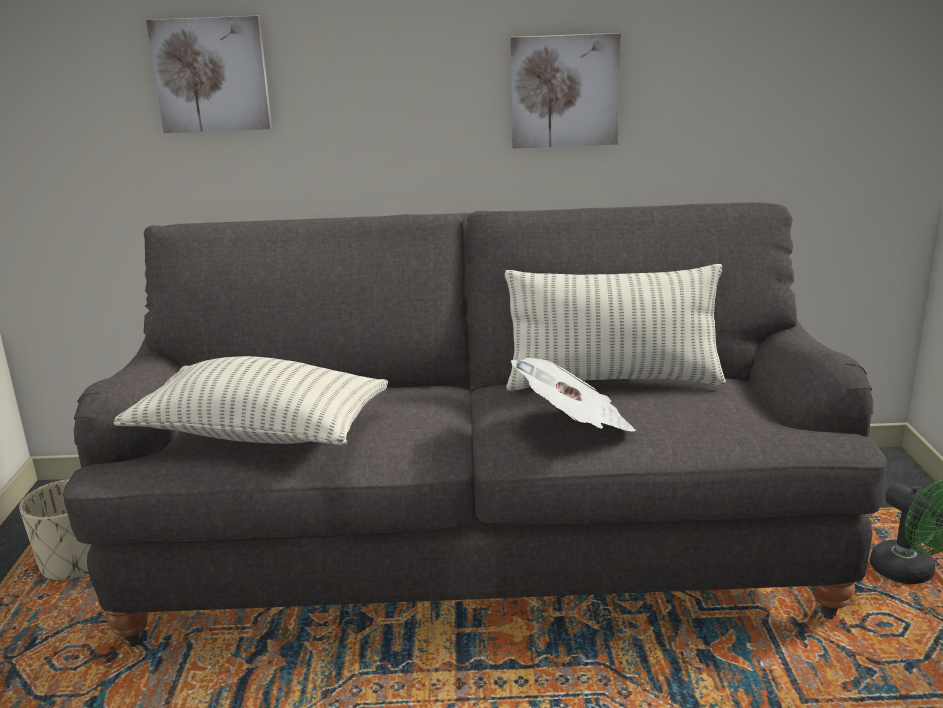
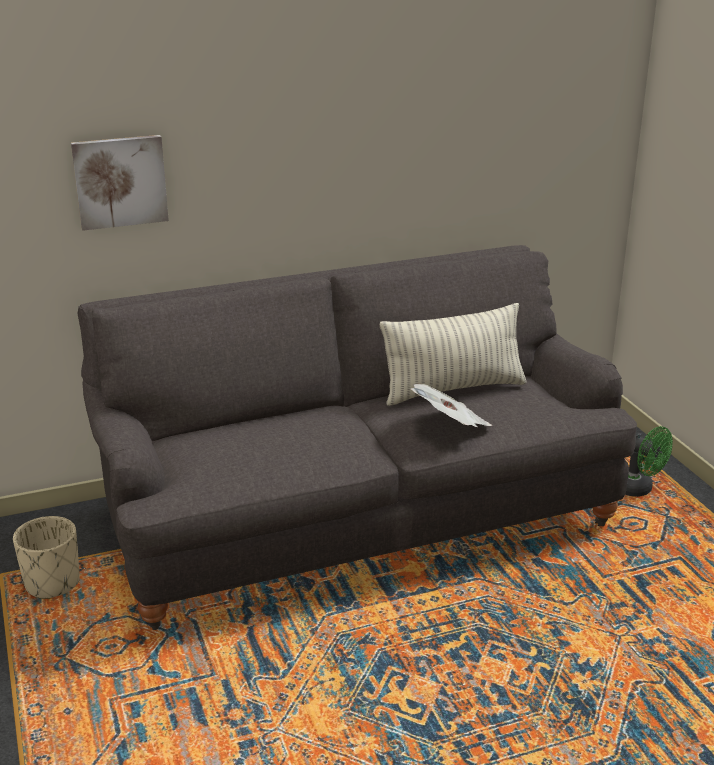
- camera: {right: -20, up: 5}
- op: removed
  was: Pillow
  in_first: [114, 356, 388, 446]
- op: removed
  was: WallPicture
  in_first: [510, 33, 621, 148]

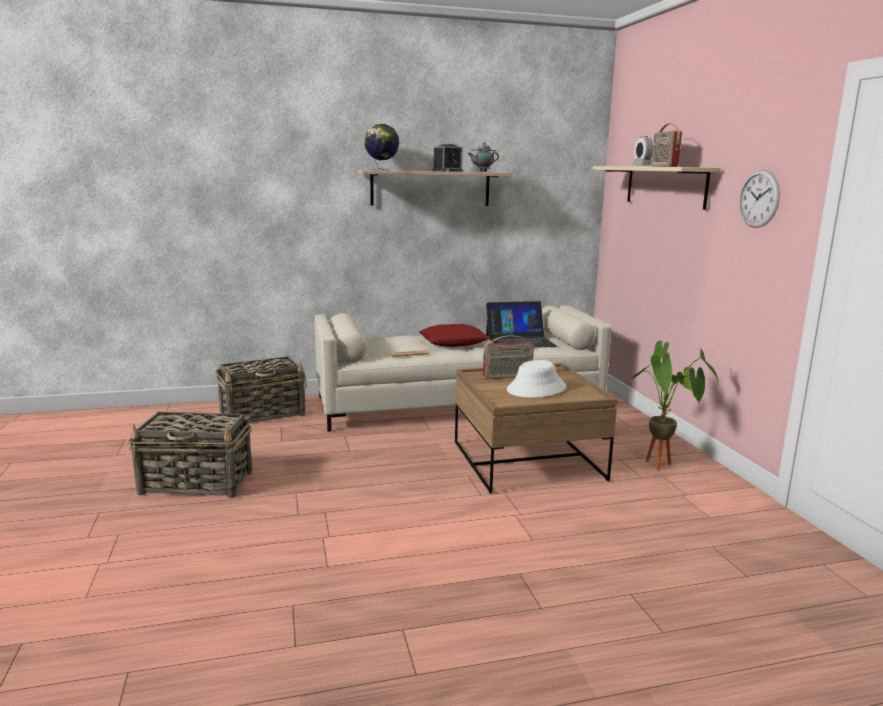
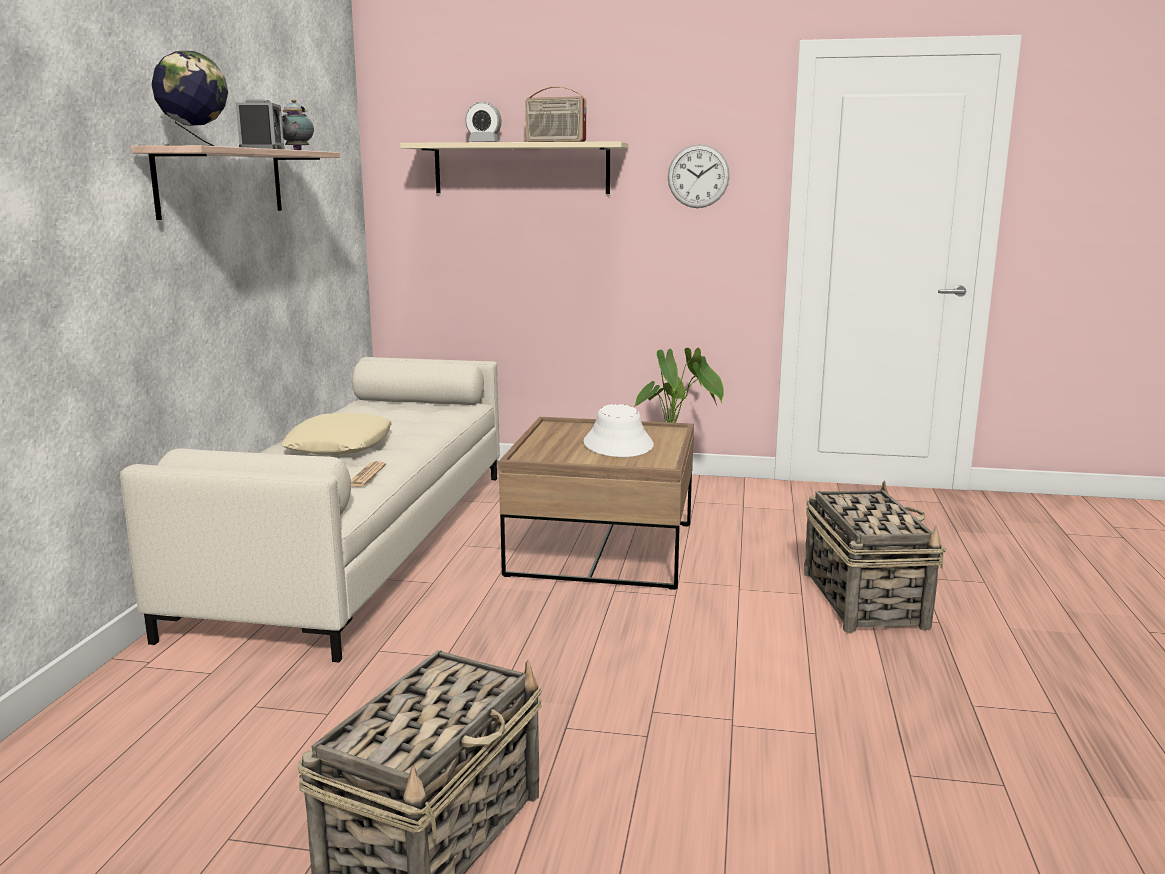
- camera: {right: -65, up: 0}
- op: removed
  was: RadioReceiver
  in_first: [483, 335, 534, 379]
- op: removed
  was: NotebookComputer
  in_first: [486, 301, 557, 348]
- op: moved
  was: Basket
  in_first: [216, 356, 307, 423]
  in_second: [804, 481, 946, 633]
- op: recoloured
  was: RedPillow
  now: BeigeColouredPillow
  in_first: [419, 324, 490, 347]
  in_second: [281, 412, 392, 455]

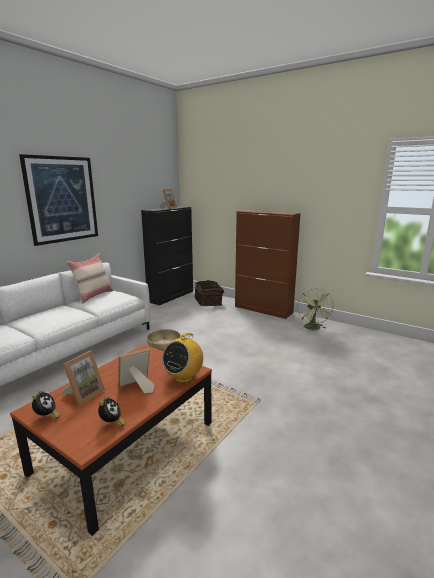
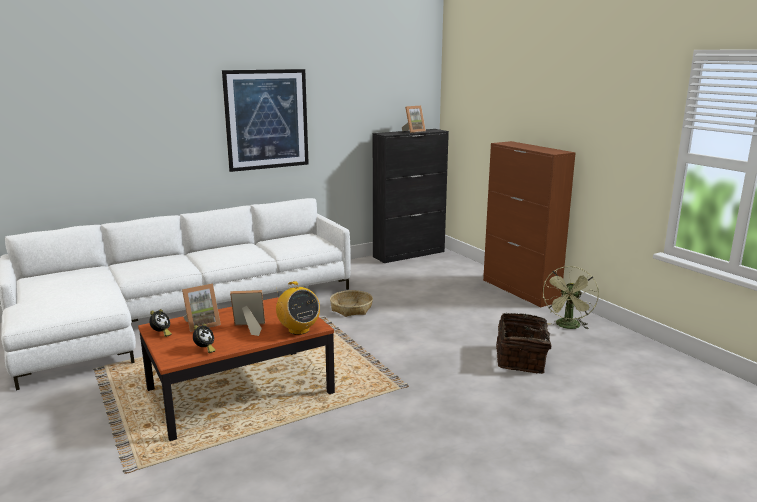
- camera: {right: 25, up: 0}
- op: removed
  was: BeigeColouredPillow
  in_first: [66, 253, 113, 303]
- op: moved
  was: Basket
  in_first: [195, 280, 224, 306]
  in_second: [496, 313, 559, 374]
- op: turned
  was: RadioReceiver
  in_first: [162, 333, 203, 383]
  in_second: [276, 281, 320, 335]
  clockwise: -90

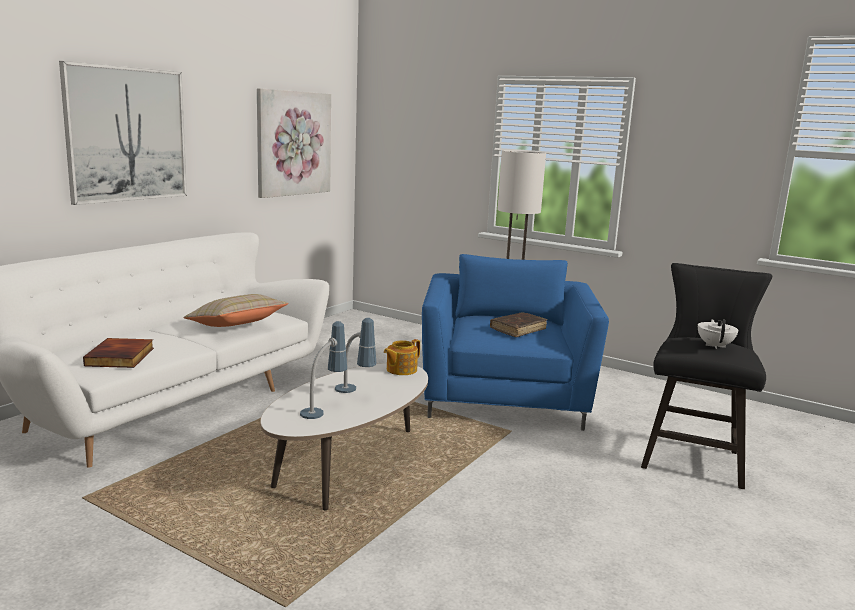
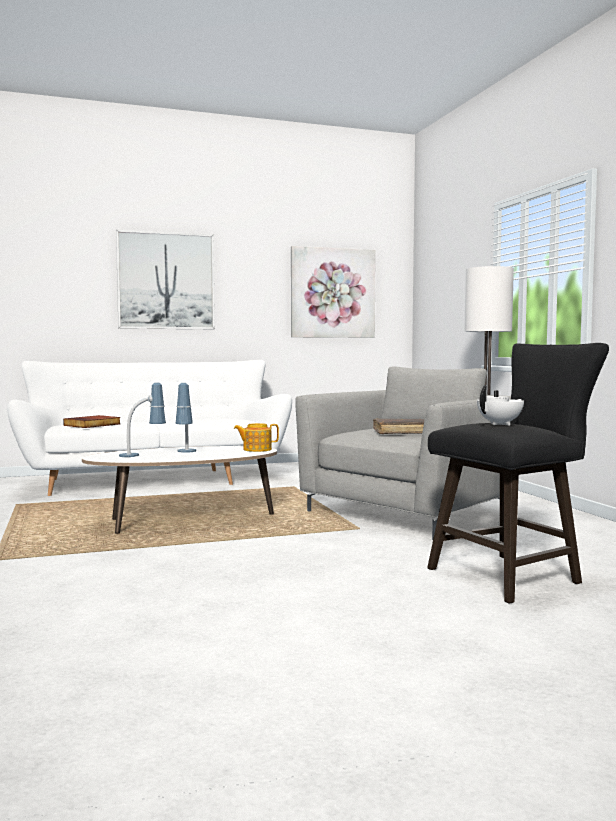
- camera: {right: 40, up: -10}
- op: removed
  was: BeigeColouredPillow
  in_first: [184, 294, 289, 327]
- op: recoloured
  was: BluishEasyChair
  now: GreyishEasyChair
  in_first: [422, 254, 609, 431]
  in_second: [295, 366, 511, 540]

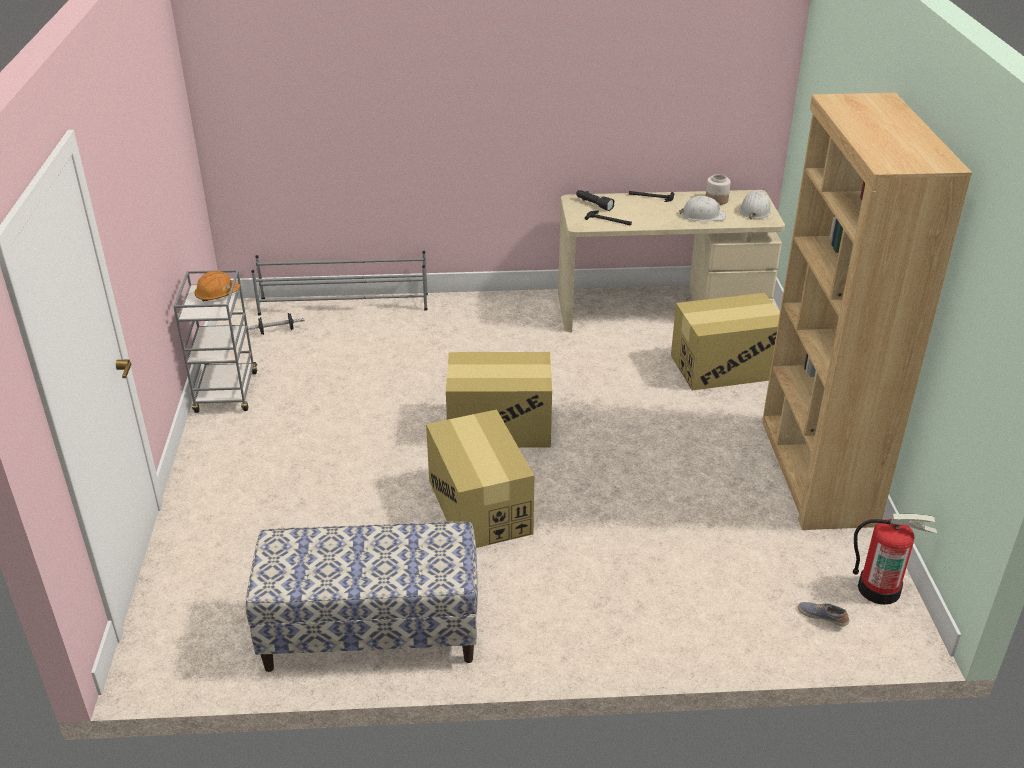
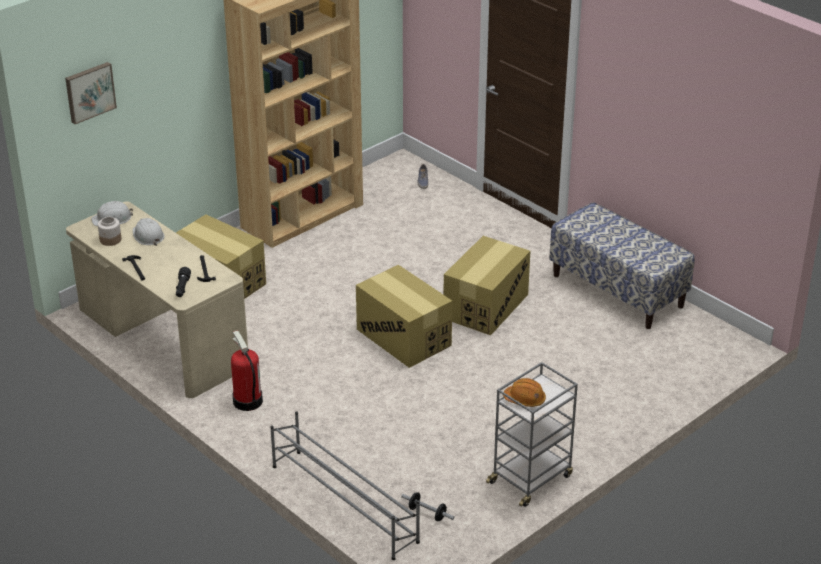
- camera: {right: -130, up: 0}
- op: added
  now: WallPicture
  in_second: [65, 62, 117, 124]
- op: moved
  was: Extinguisher
  in_first: [853, 514, 937, 605]
  in_second: [231, 331, 263, 411]

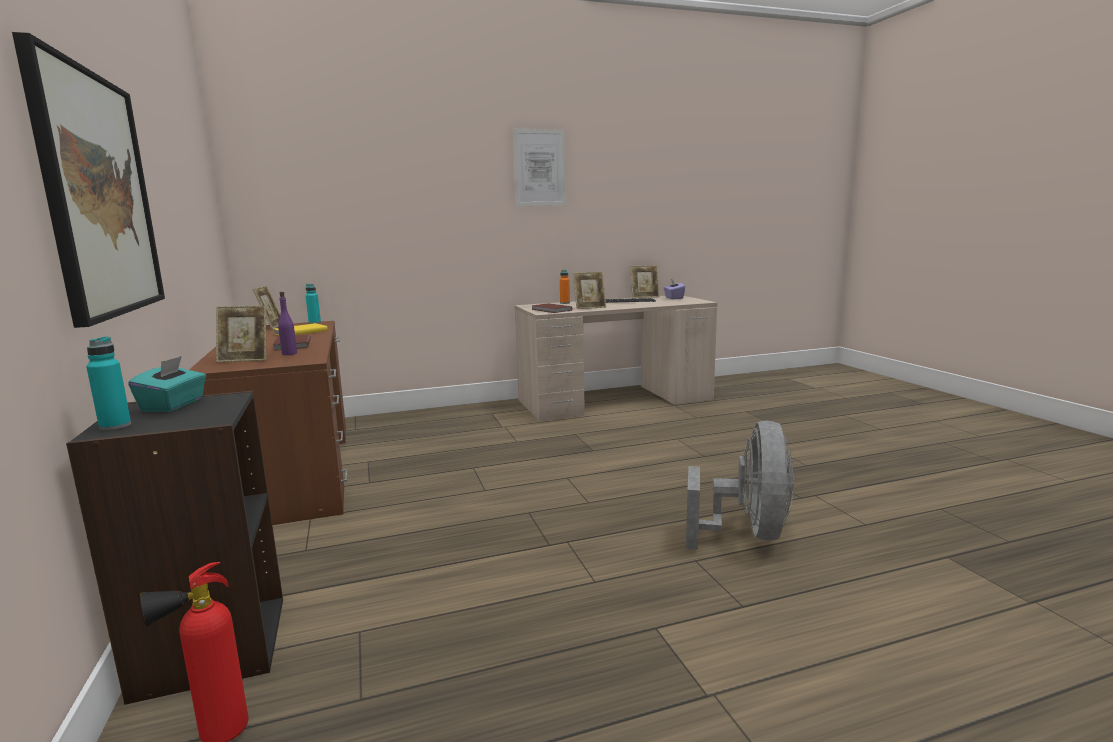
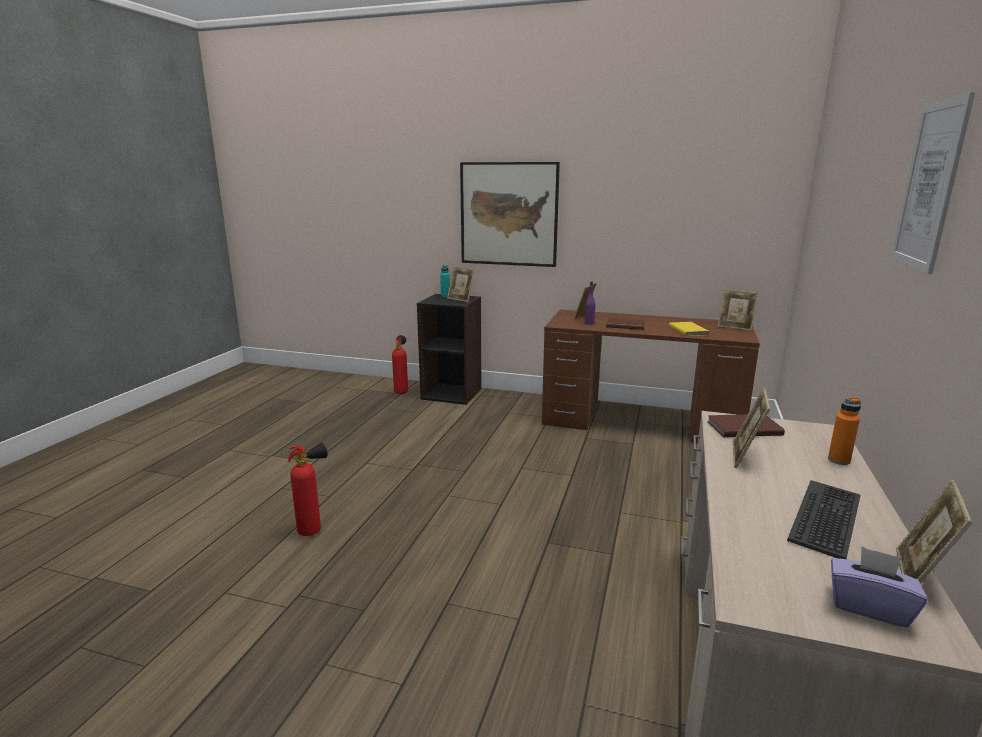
- camera: {right: 125, up: 5}
- op: removed
  was: TurquoiseColouredDrinkBottle
  in_first: [305, 284, 321, 324]
- op: replaced
  was: TurquoiseColouredBoxOfTissues
  now: PictureFrame
  in_first: [128, 356, 206, 412]
  in_second: [447, 266, 475, 302]
- op: replaced
  was: GreyishElectricFan
  now: Extinguisher
  in_first: [686, 421, 794, 550]
  in_second: [288, 442, 328, 536]

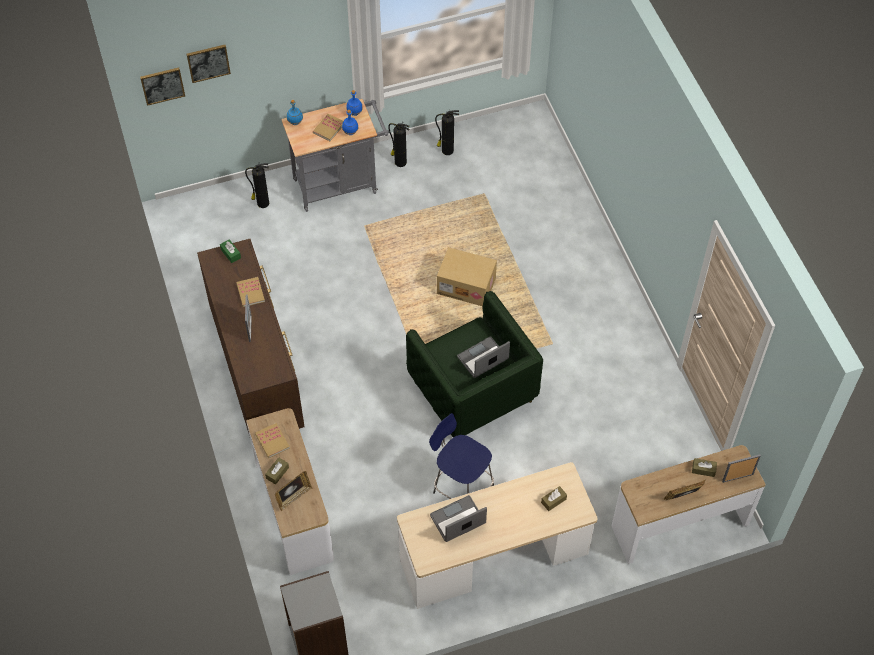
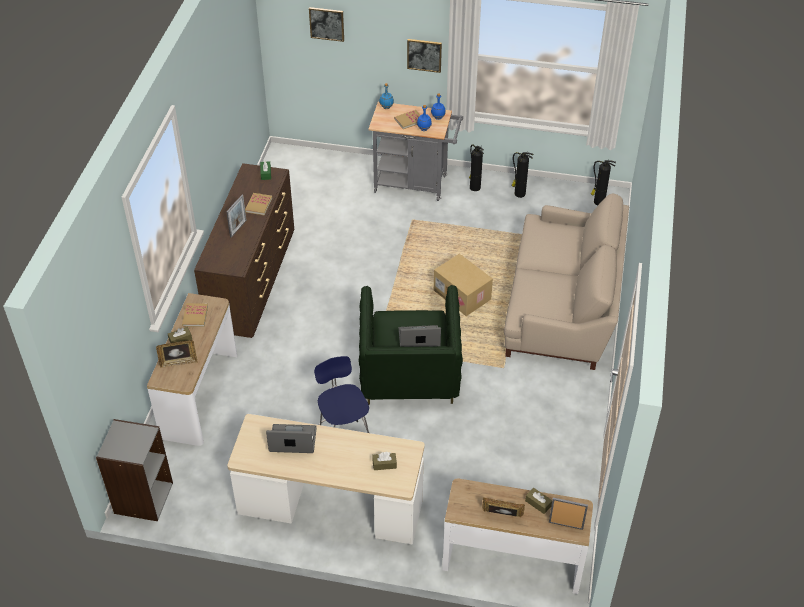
- camera: {right: 30, up: -10}
- op: added
  now: BeigeColouredSofa
  in_second: [504, 193, 629, 370]
- op: moved
  was: WallPicture
  in_first: [140, 67, 185, 106]
  in_second: [407, 39, 442, 73]
- op: moved
  was: Extinguisher
  in_first: [245, 163, 269, 208]
  in_second: [591, 159, 616, 206]

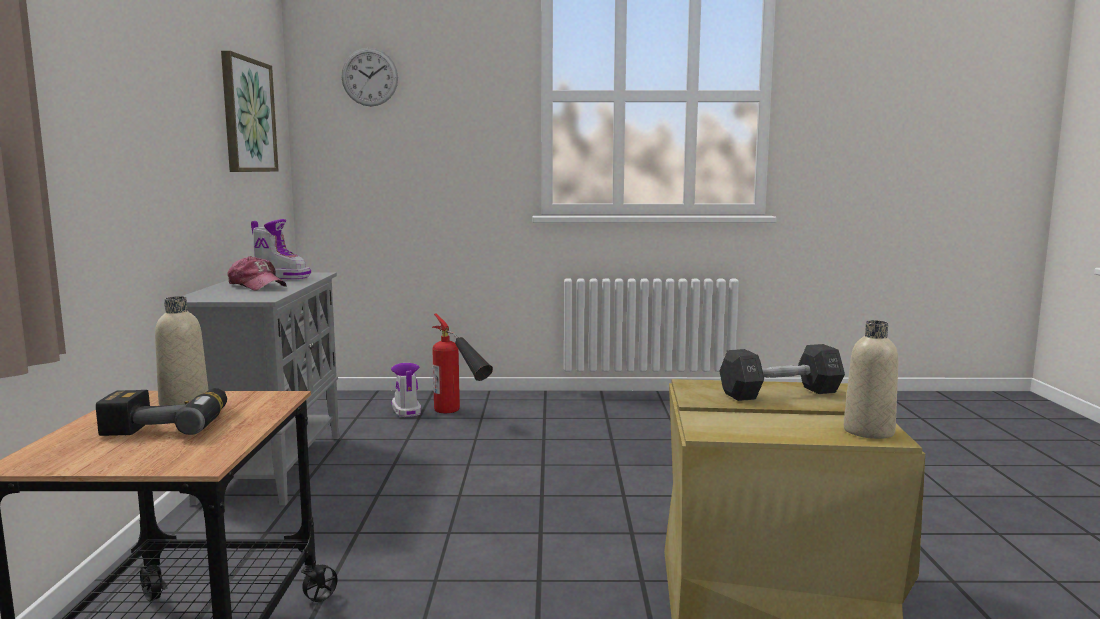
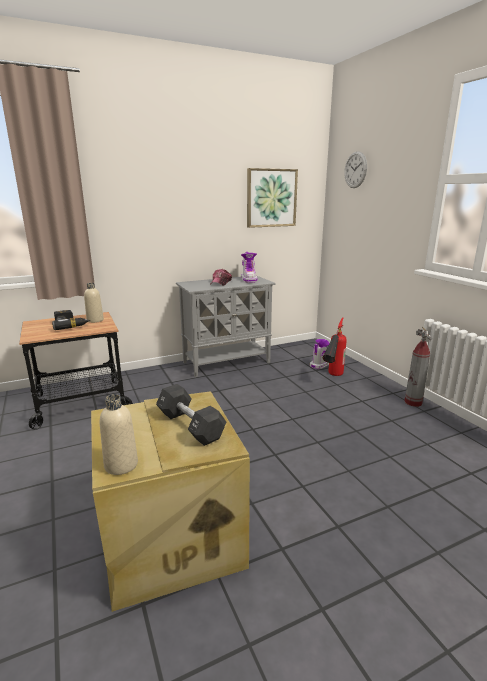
- camera: {right: 65, up: 10}
- op: added
  now: Extinguisher
  in_second: [405, 327, 432, 407]

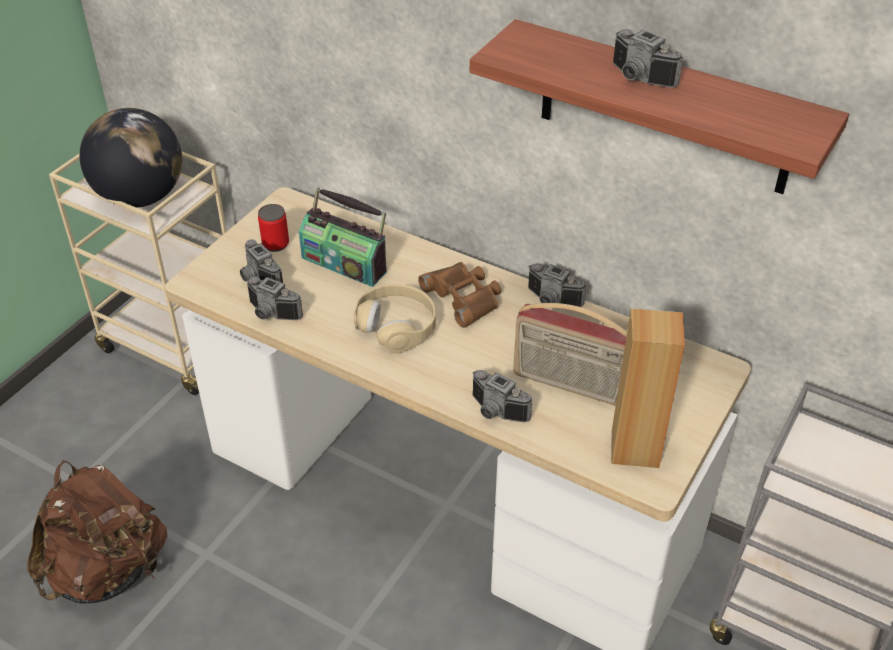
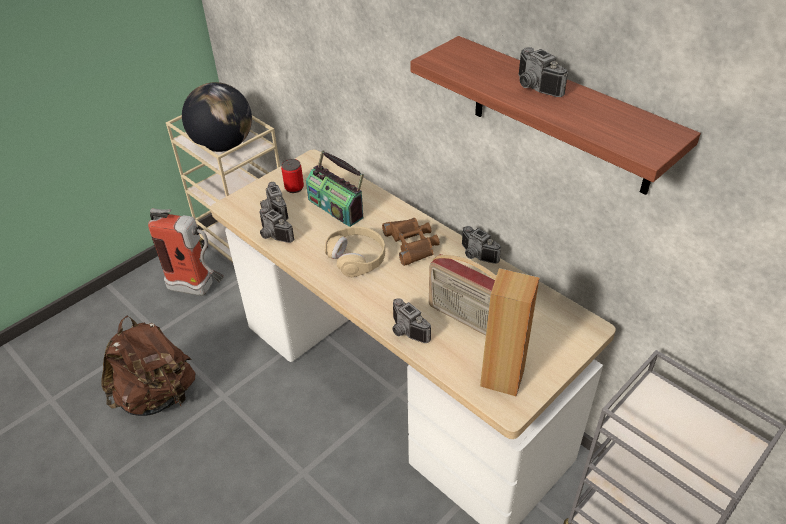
- camera: {right: 15, up: 0}
- op: added
  now: Extinguisher
  in_second: [148, 208, 224, 296]

